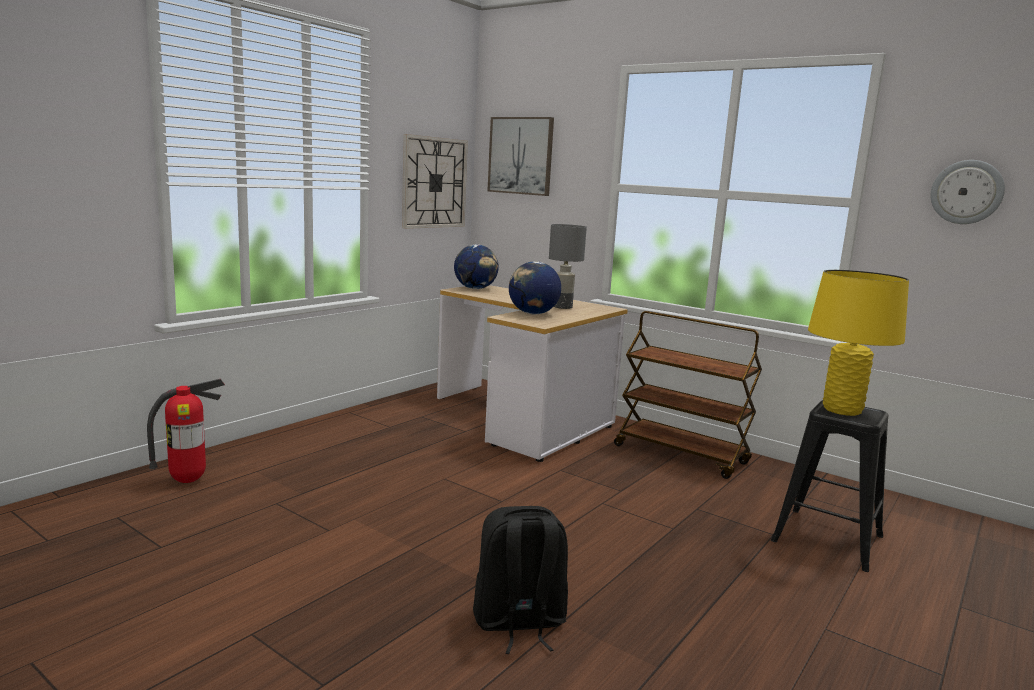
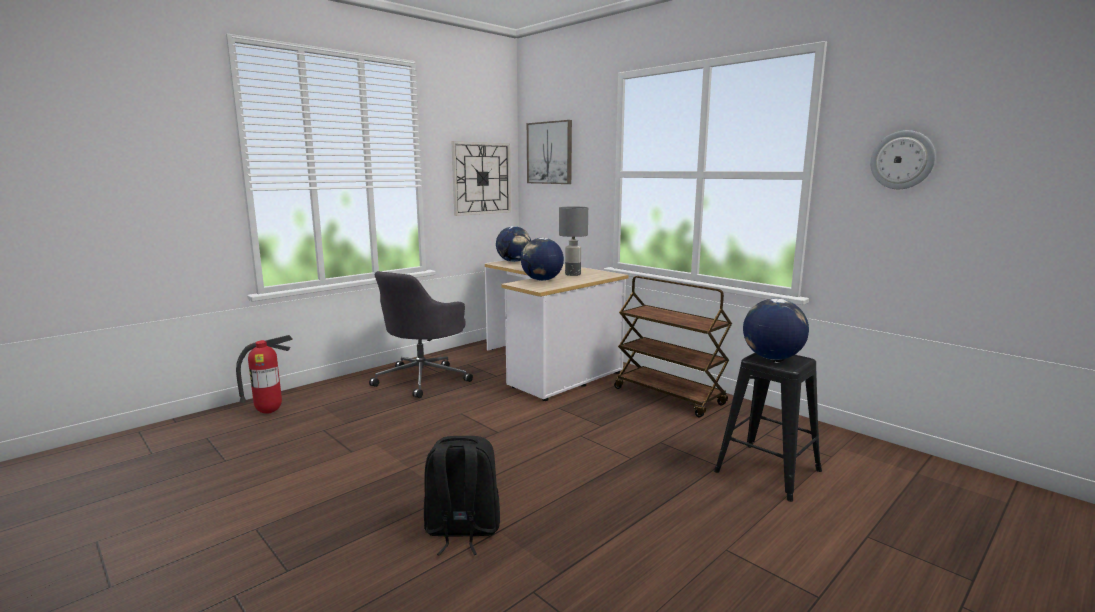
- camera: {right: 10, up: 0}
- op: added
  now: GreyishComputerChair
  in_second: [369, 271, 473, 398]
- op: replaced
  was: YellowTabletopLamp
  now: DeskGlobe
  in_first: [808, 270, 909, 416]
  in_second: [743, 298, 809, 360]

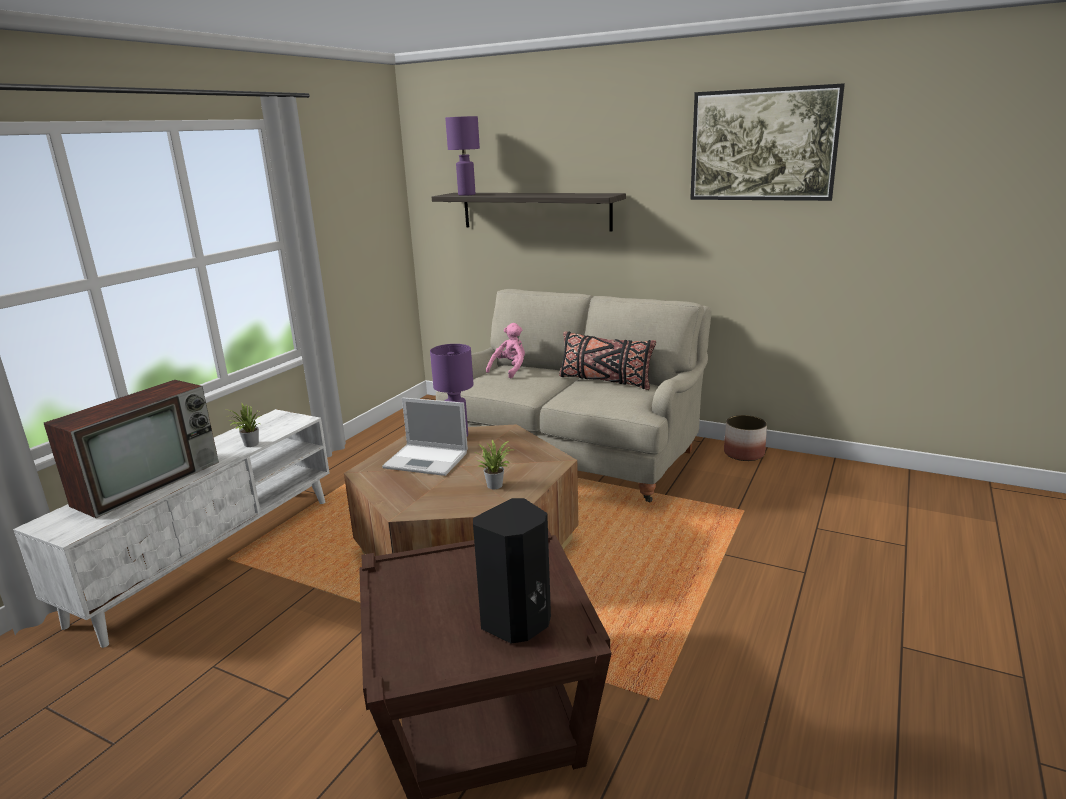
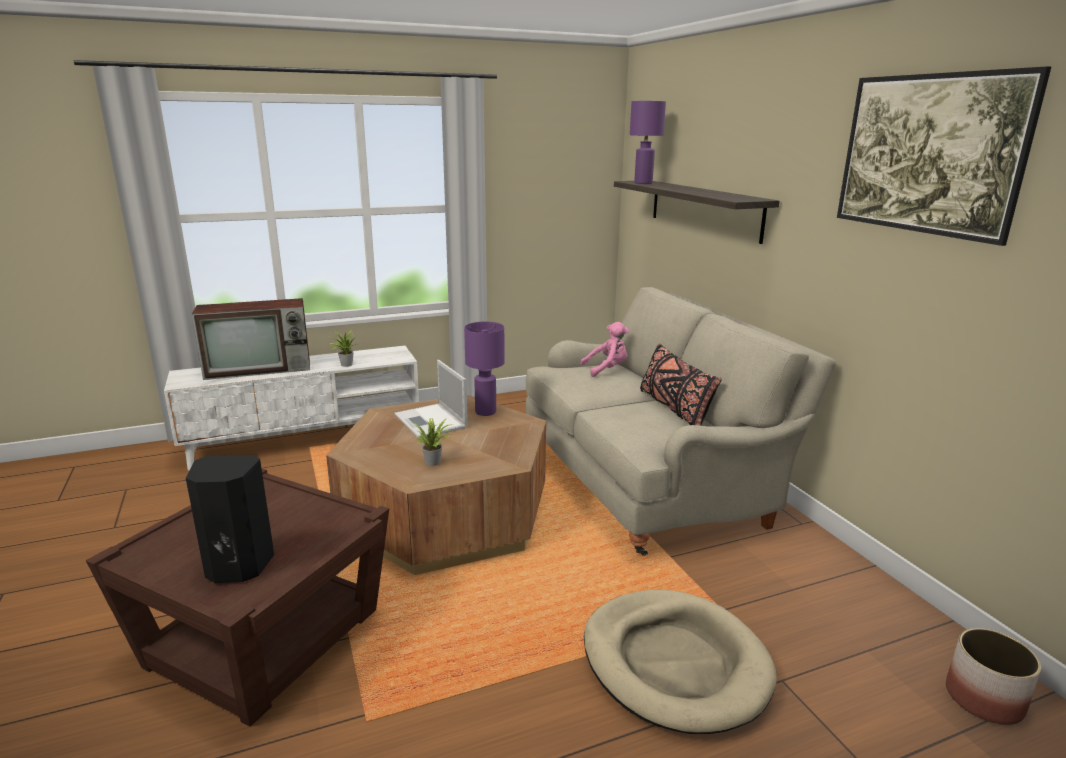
- camera: {right: 40, up: 0}
- op: added
  now: BeigeColouredDogBed
  in_second: [584, 590, 777, 734]
- op: moved
  was: PlantPot
  in_first: [724, 415, 767, 461]
  in_second: [946, 628, 1041, 725]

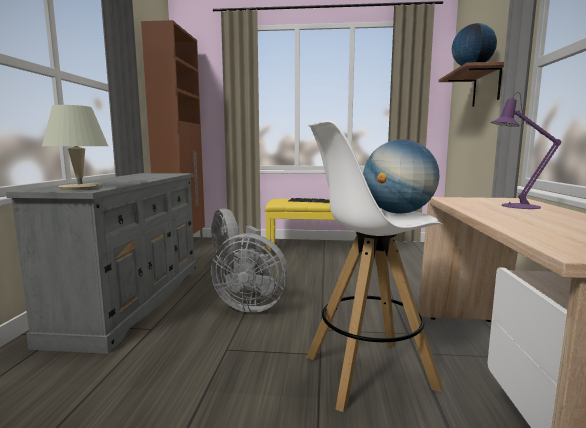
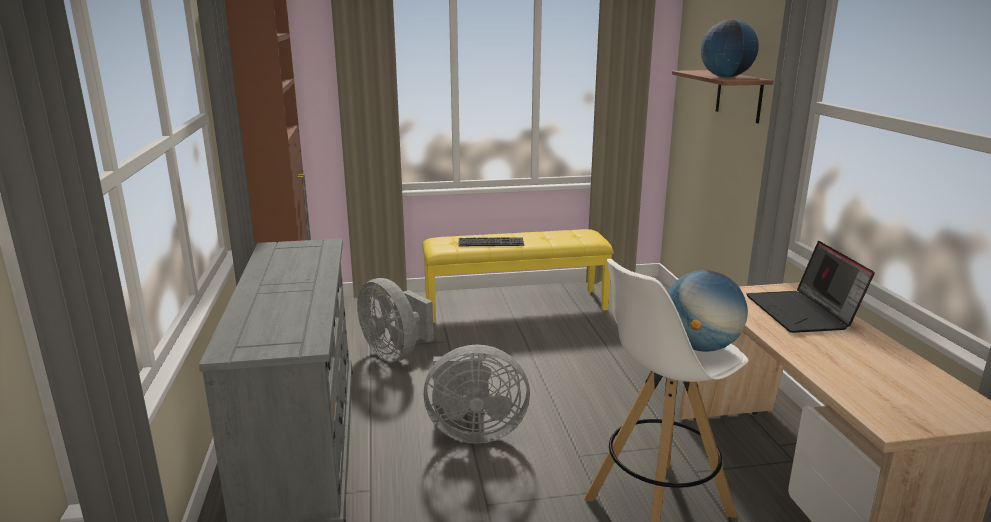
- camera: {right: -15, up: 10}
- op: removed
  was: BeigeColouredTabletopLamp
  in_first: [42, 105, 108, 190]
- op: replaced
  was: PurpleTabletopLamp
  now: NotebookComputer
  in_first: [491, 92, 562, 209]
  in_second: [746, 241, 875, 333]

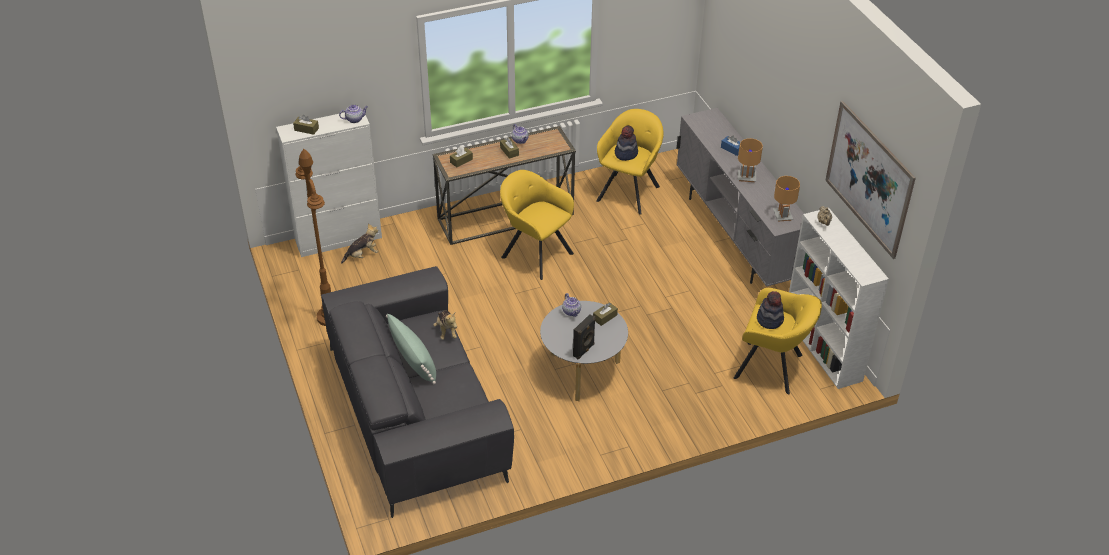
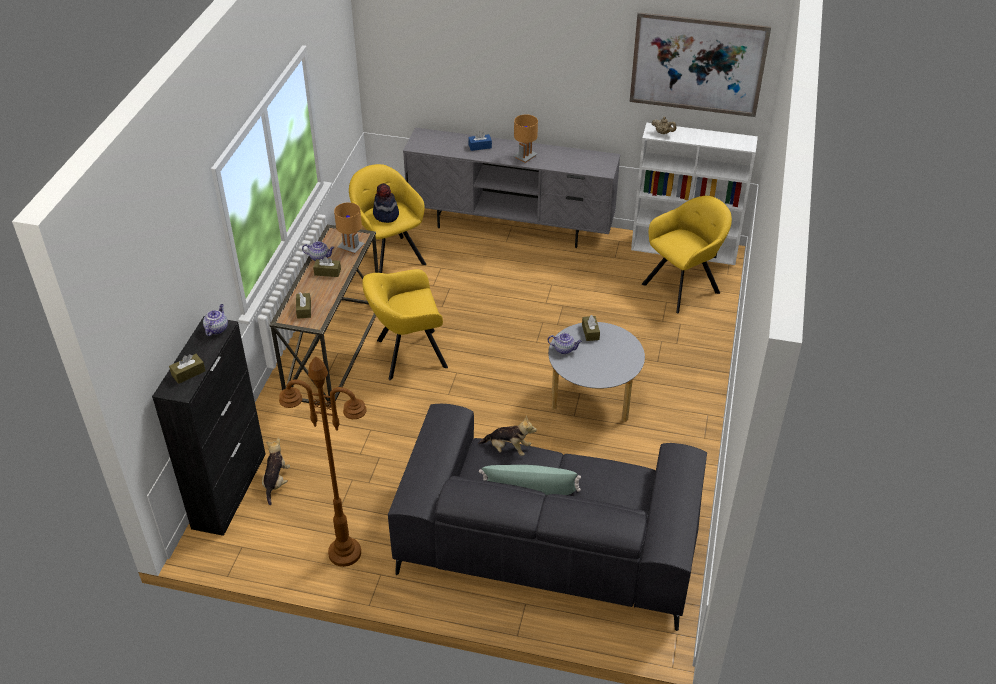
- camera: {right: -55, up: 0}
- op: removed
  was: BlackColouredSpeaker
  in_first: [573, 314, 596, 359]
- op: removed
  was: Hat
  in_first: [757, 291, 784, 329]
- op: moved
  was: BrownColouredTabletopLamp
  in_first: [773, 176, 800, 222]
  in_second: [334, 202, 365, 254]
- op: recoloured
  was: WhiteStorageCabinet
  now: BlackColouredStorageCabinet
  in_first: [276, 109, 382, 257]
  in_second: [152, 316, 265, 536]

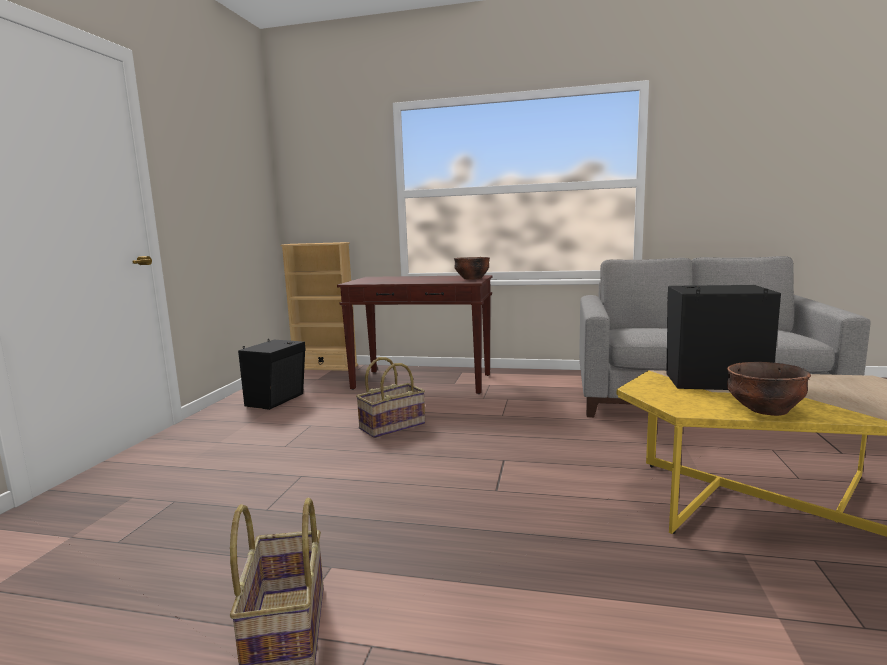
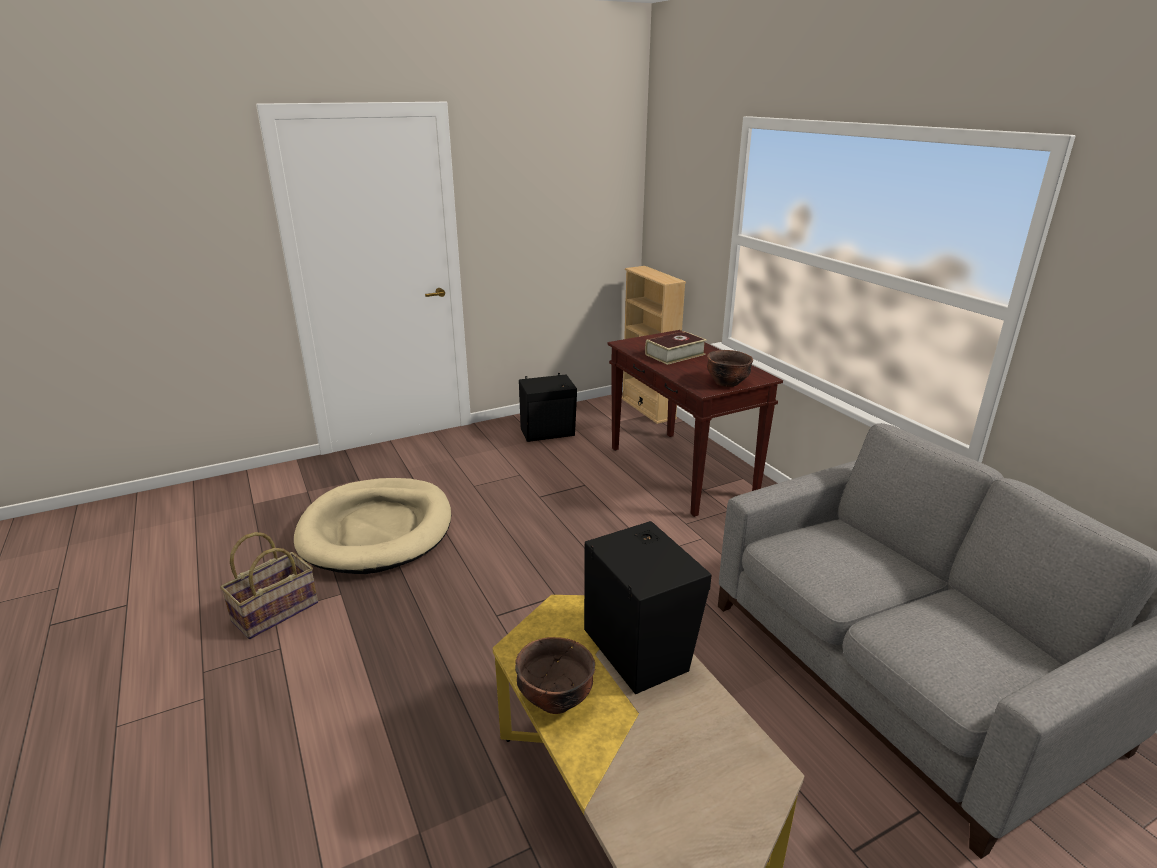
- camera: {right: 50, up: 15}
- op: removed
  was: Basket
  in_first: [356, 357, 425, 438]
- op: added
  now: BeigeColouredDogBed
  in_second: [294, 478, 451, 574]
- op: added
  now: BoundBook
  in_second: [645, 331, 707, 365]

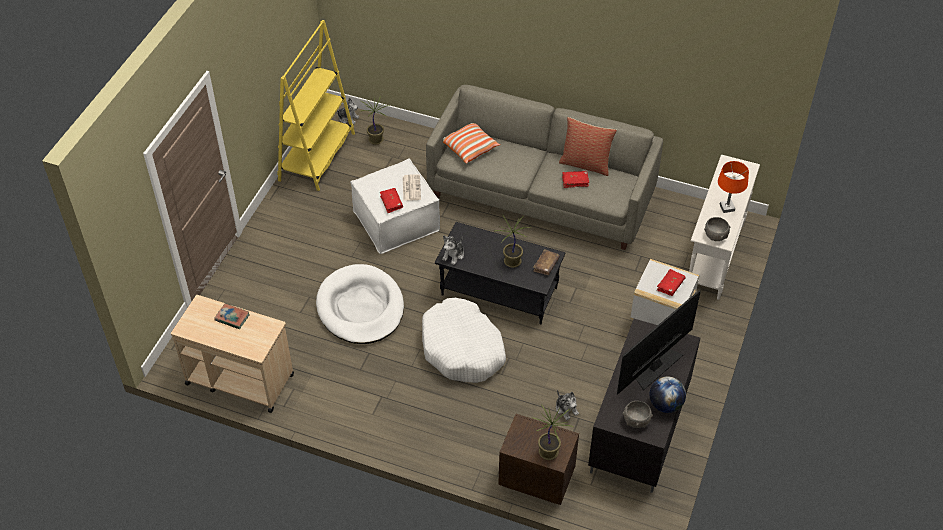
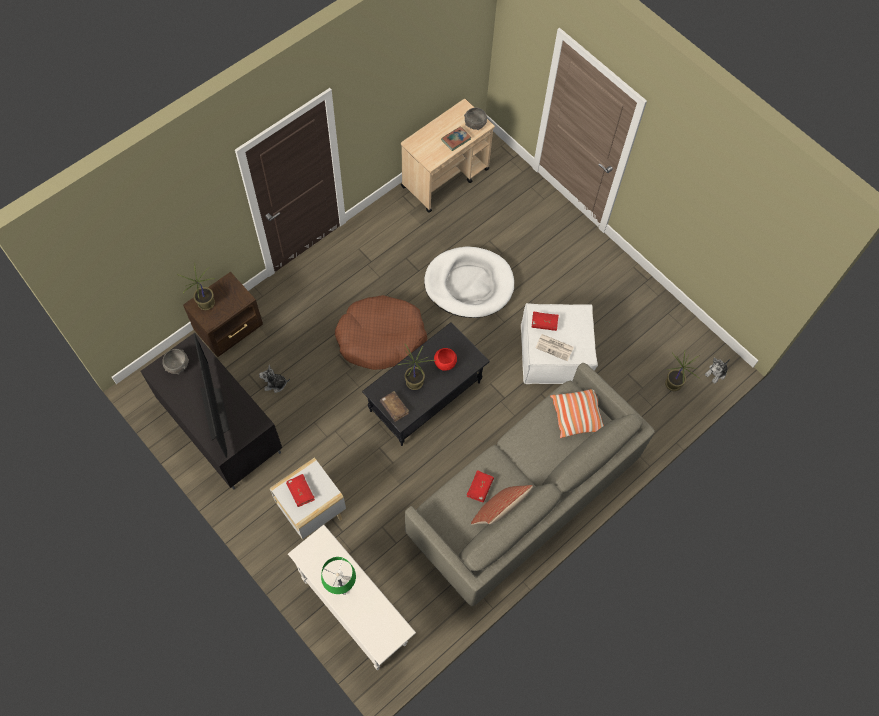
- camera: {right: 115, up: 15}
- op: removed
  was: YellowBookcase
  in_first: [277, 20, 355, 191]
- op: removed
  was: SoftToy
  in_first: [442, 235, 464, 265]
- op: removed
  was: DeskGlobe
  in_first: [649, 376, 686, 413]
- op: added
  now: RedDeepDish
  in_second: [434, 348, 457, 371]
- op: moved
  was: GreyishDeepDish
  in_first: [704, 217, 730, 241]
  in_second: [464, 107, 487, 130]
- op: recoloured
  was: WhiteDogBed
  now: BrownColouredDogBed
  in_first: [422, 298, 506, 383]
  in_second: [335, 295, 427, 370]
- op: recoloured
  was: OrangeColouredTabletopLamp
  now: GreenColouredTabletopLamp
  in_first: [718, 161, 749, 213]
  in_second: [321, 557, 356, 595]

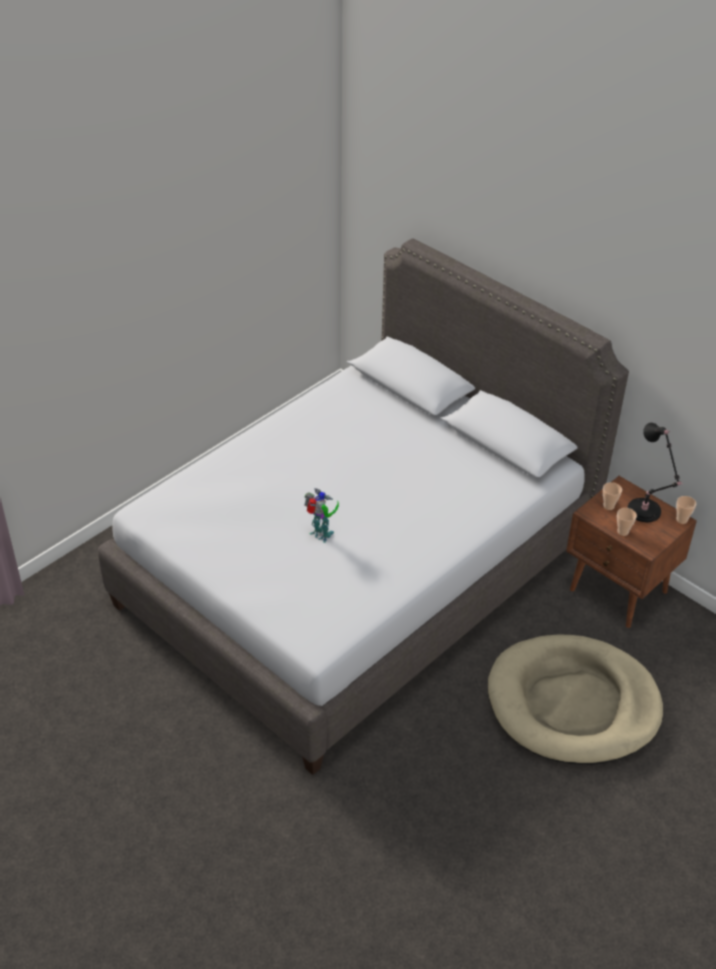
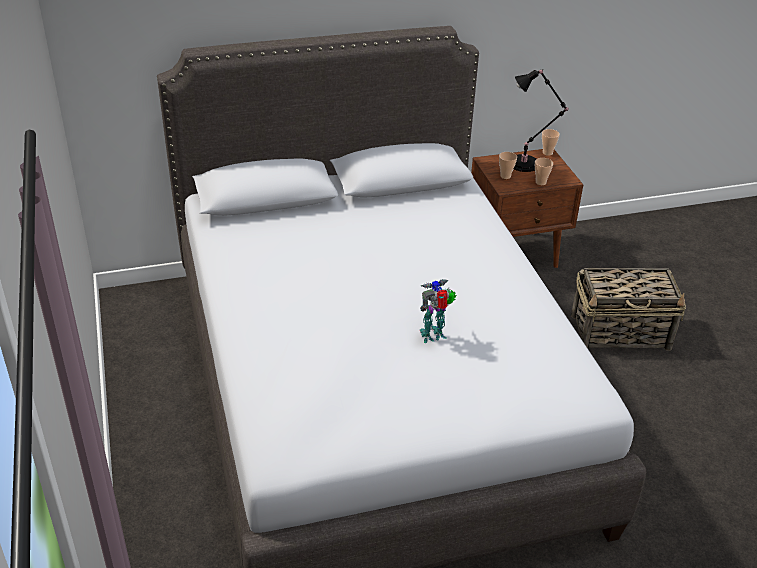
- camera: {right: -60, up: -5}
- op: replaced
  was: BeigeColouredDogBed
  now: Basket
  in_first: [488, 635, 663, 765]
  in_second: [571, 268, 686, 351]

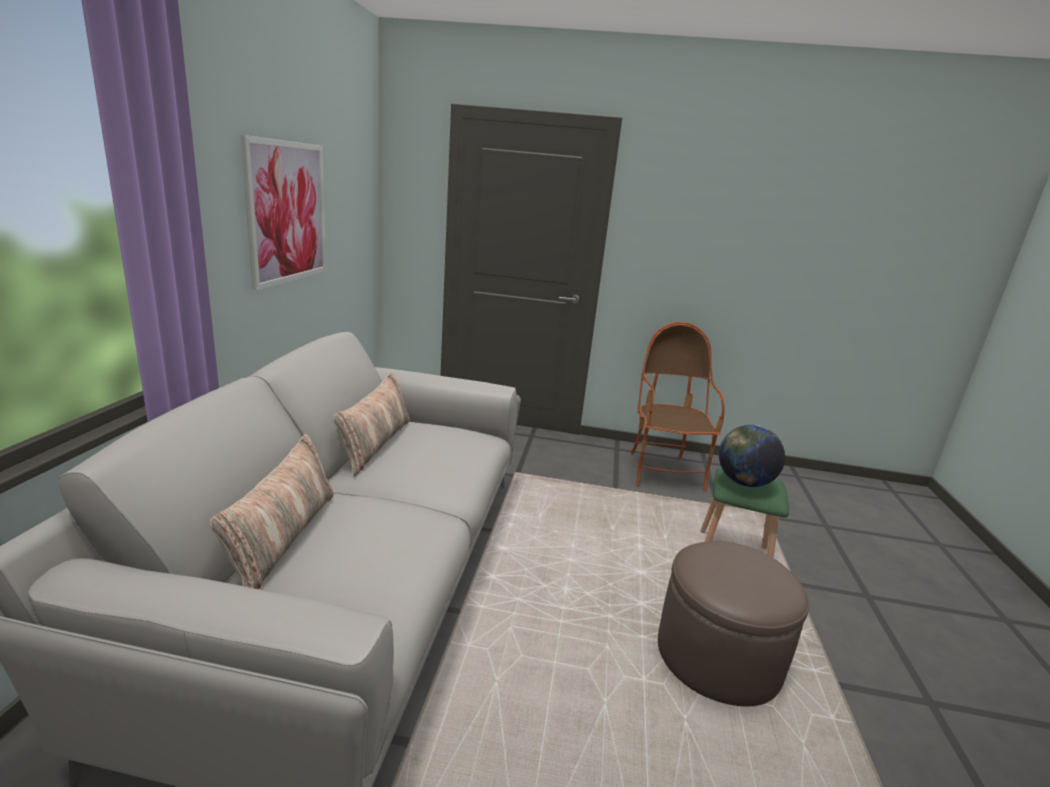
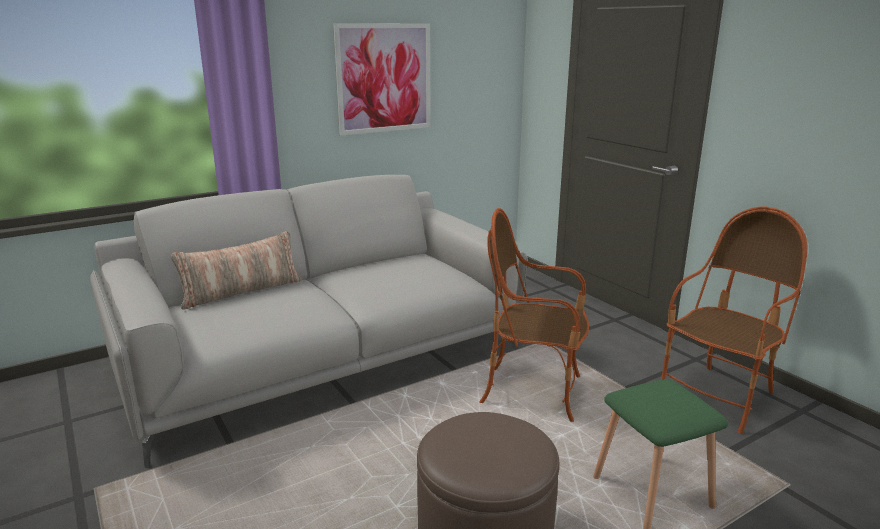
- camera: {right: 50, up: 0}
- op: removed
  was: Pillow
  in_first: [333, 372, 410, 476]
- op: removed
  was: DeskGlobe
  in_first: [719, 425, 785, 487]
- op: added
  now: EasyChair
  in_second: [480, 208, 589, 422]

